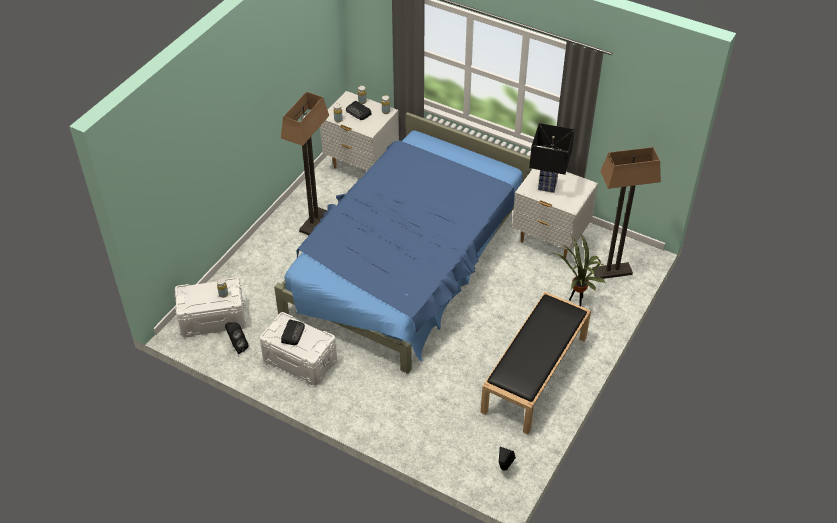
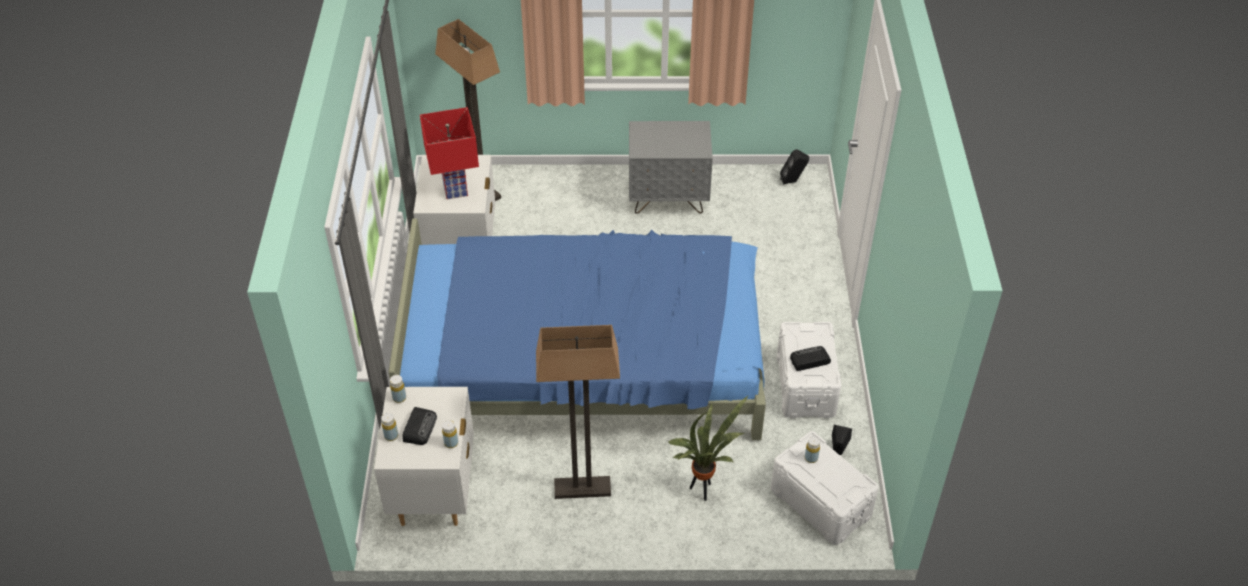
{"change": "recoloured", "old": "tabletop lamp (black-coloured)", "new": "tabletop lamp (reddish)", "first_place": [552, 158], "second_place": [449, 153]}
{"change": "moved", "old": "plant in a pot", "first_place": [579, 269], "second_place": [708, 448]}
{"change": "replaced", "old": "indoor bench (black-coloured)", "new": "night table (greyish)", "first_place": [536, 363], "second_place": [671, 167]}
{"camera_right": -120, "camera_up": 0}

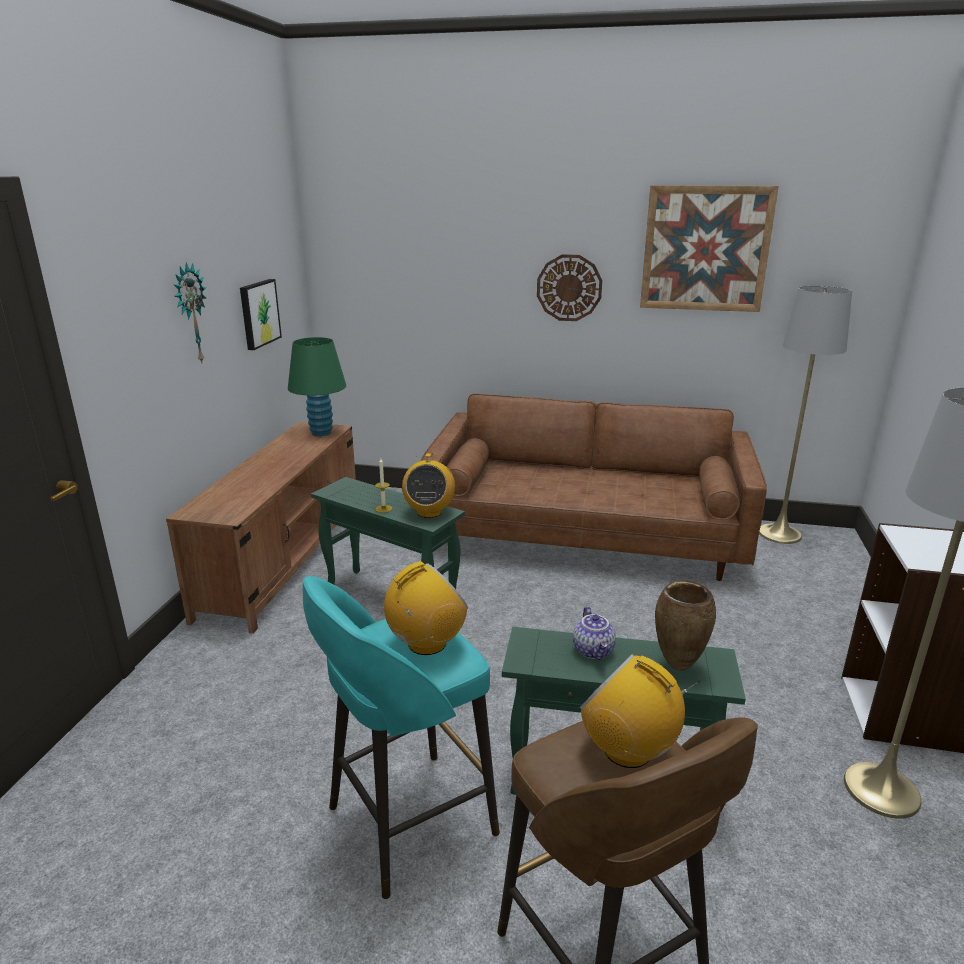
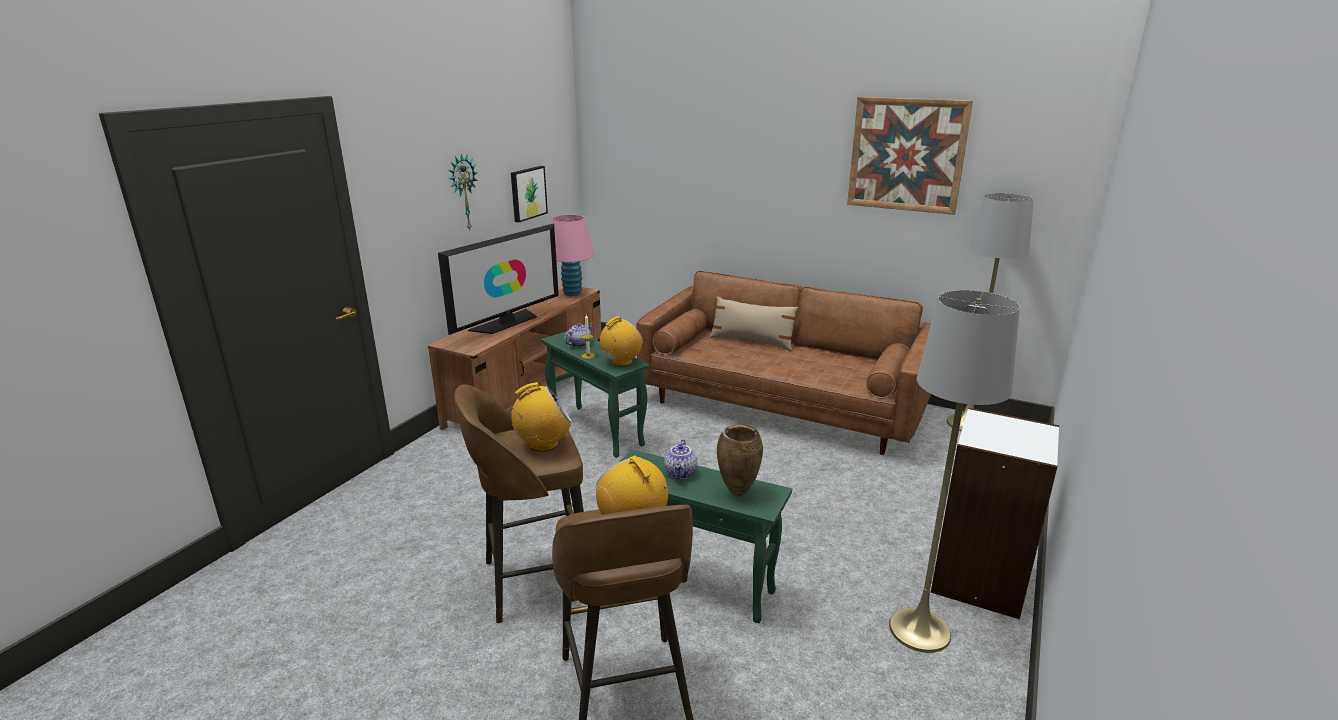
{"change": "removed", "old": "hanging clock", "first_place": [569, 287]}
{"change": "recoloured", "old": "tabletop lamp (greenish)", "new": "tabletop lamp (pink-coloured)", "first_place": [317, 386], "second_place": [572, 255]}
{"change": "turned", "old": "radio", "first_place": [428, 485], "second_place": [621, 341], "degrees": -150}
{"change": "recoloured", "old": "sitting stool (turquoise)", "new": "sitting stool (brownish)", "first_place": [401, 737], "second_place": [519, 503]}
{"change": "added", "new": "TV", "second_place": [498, 279]}
{"change": "added", "new": "throw pillow (beige-coloured)", "second_place": [754, 323]}
{"change": "added", "new": "teapot", "second_place": [578, 335]}
{"camera_right": 15, "camera_up": 0}

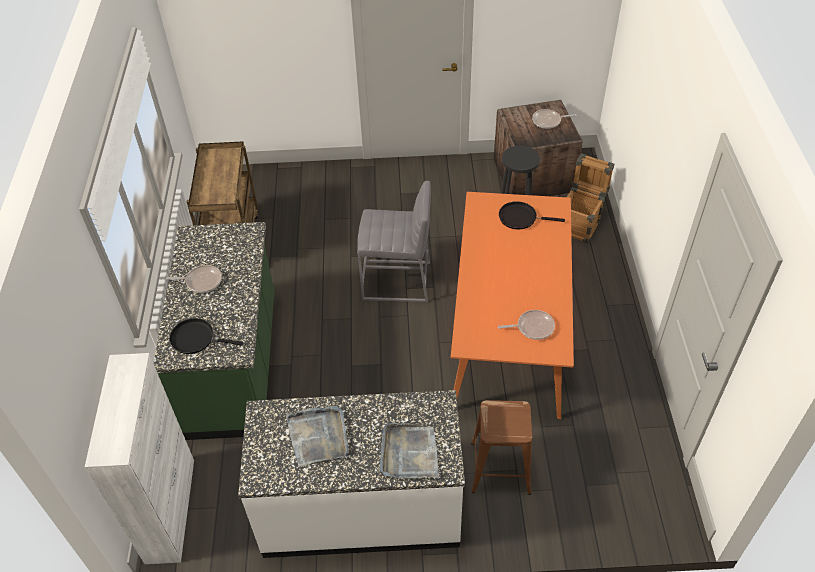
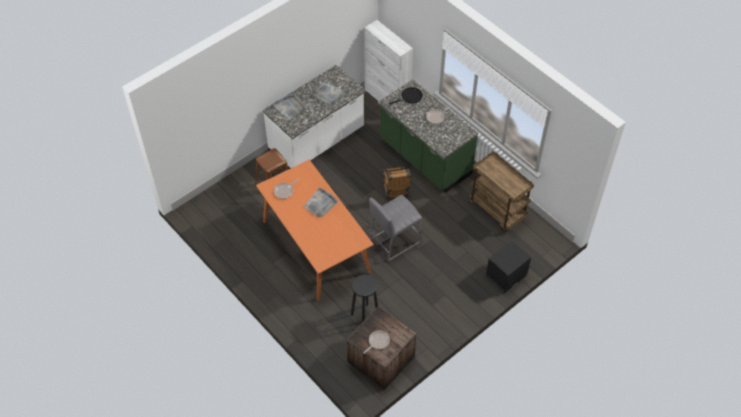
{"change": "moved", "old": "crate", "first_place": [590, 198], "second_place": [397, 182]}
{"change": "removed", "old": "skillet (black-coloured)", "first_place": [532, 215]}
{"change": "added", "new": "carrying tray (greyish)", "second_place": [321, 202]}
{"change": "added", "new": "night table (black-coloured)", "second_place": [508, 267]}
{"camera_right": 140, "camera_up": 5}

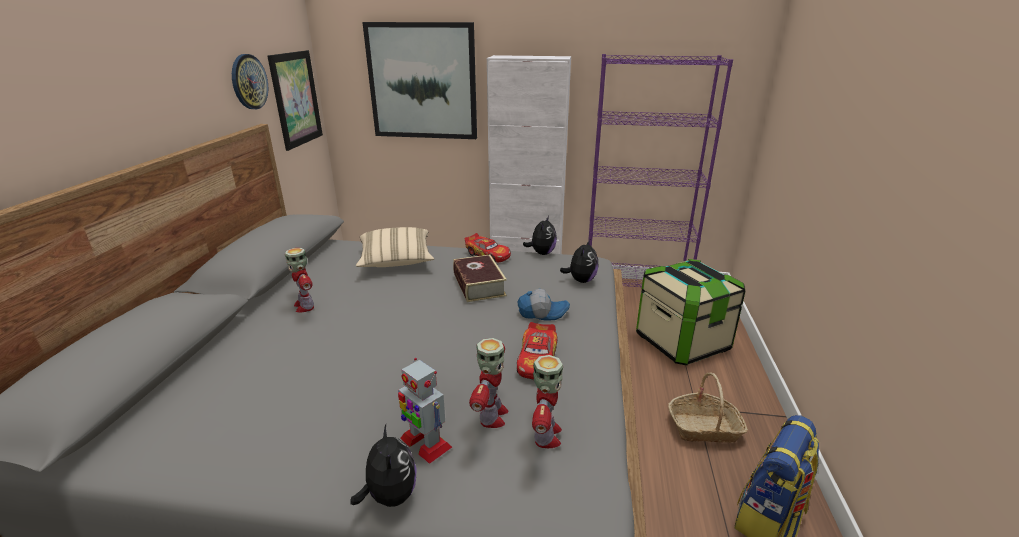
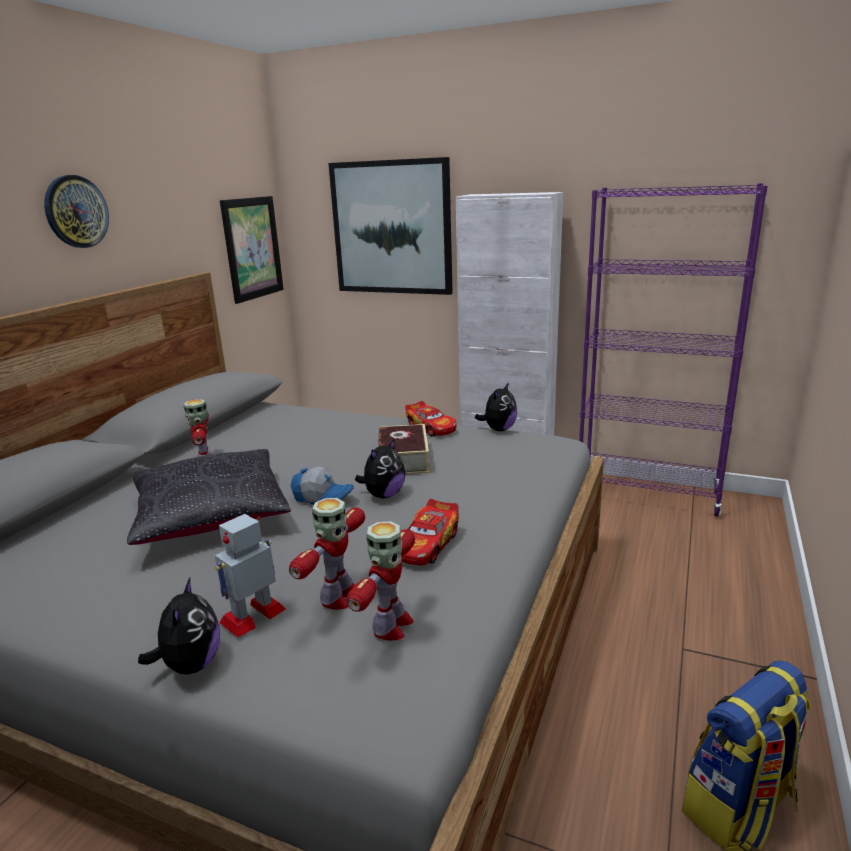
{"change": "moved", "old": "hanging clock", "first_place": [250, 81], "second_place": [76, 211]}
{"change": "removed", "old": "throw pillow (beige-coloured)", "first_place": [395, 247]}
{"change": "moved", "old": "soft toy", "first_place": [579, 260], "second_place": [380, 468]}
{"change": "removed", "old": "storage container", "first_place": [690, 312]}
{"change": "moved", "old": "cap", "first_place": [543, 305], "second_place": [322, 485]}
{"change": "turned", "old": "model robot", "first_place": [425, 411], "second_place": [250, 576], "degrees": 75}
{"change": "removed", "old": "household basket", "first_place": [708, 408]}
{"change": "added", "new": "throw pillow (black-coloured)", "second_place": [209, 497]}
{"camera_right": 15, "camera_up": -5}

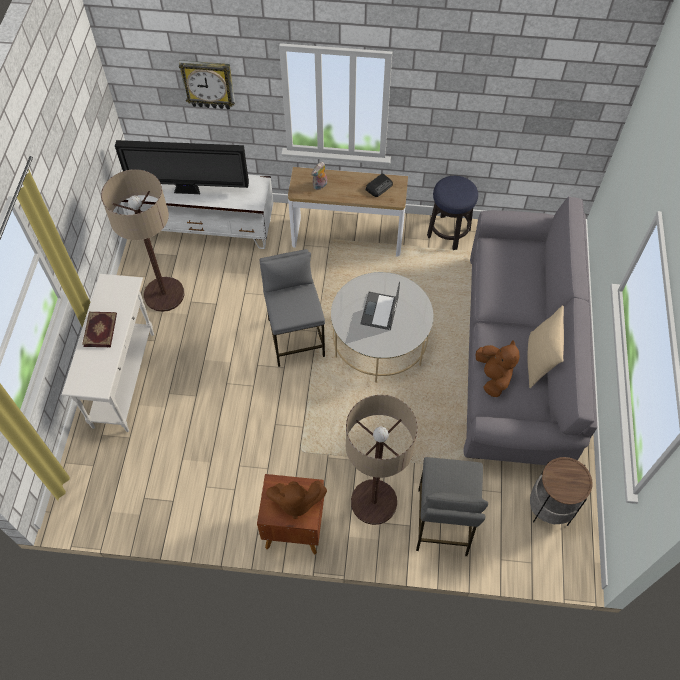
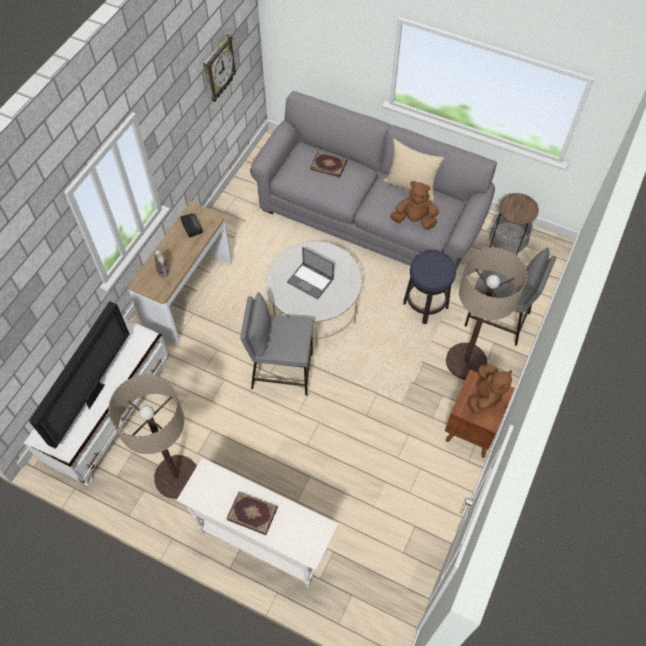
{"change": "moved", "old": "hanging clock", "first_place": [207, 85], "second_place": [220, 68]}
{"change": "moved", "old": "sitting stool", "first_place": [452, 213], "second_place": [429, 287]}
{"change": "added", "new": "volume", "second_place": [328, 164]}
{"camera_right": -70, "camera_up": 0}

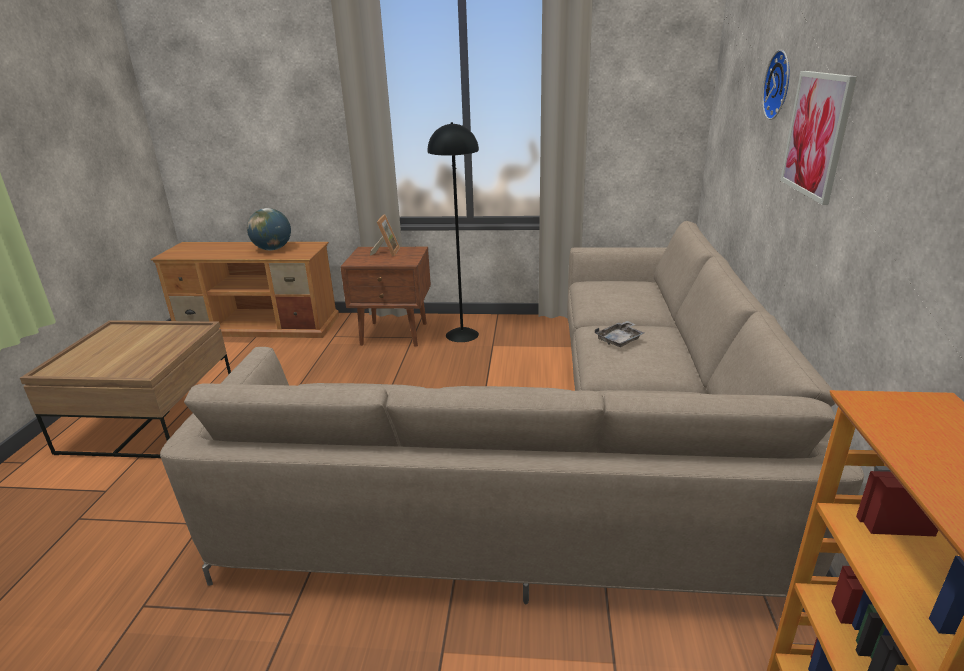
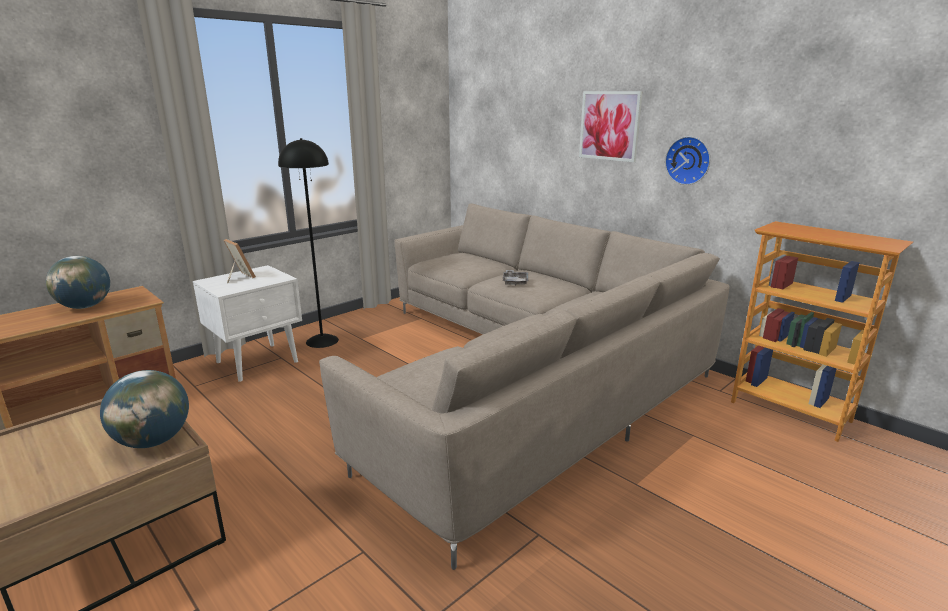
{"change": "moved", "old": "hanging clock", "first_place": [776, 85], "second_place": [687, 160]}
{"change": "recoloured", "old": "night table (brownish)", "new": "night table (whitish)", "first_place": [385, 297], "second_place": [247, 323]}
{"change": "added", "new": "desk globe", "second_place": [144, 409]}
{"camera_right": -50, "camera_up": -5}

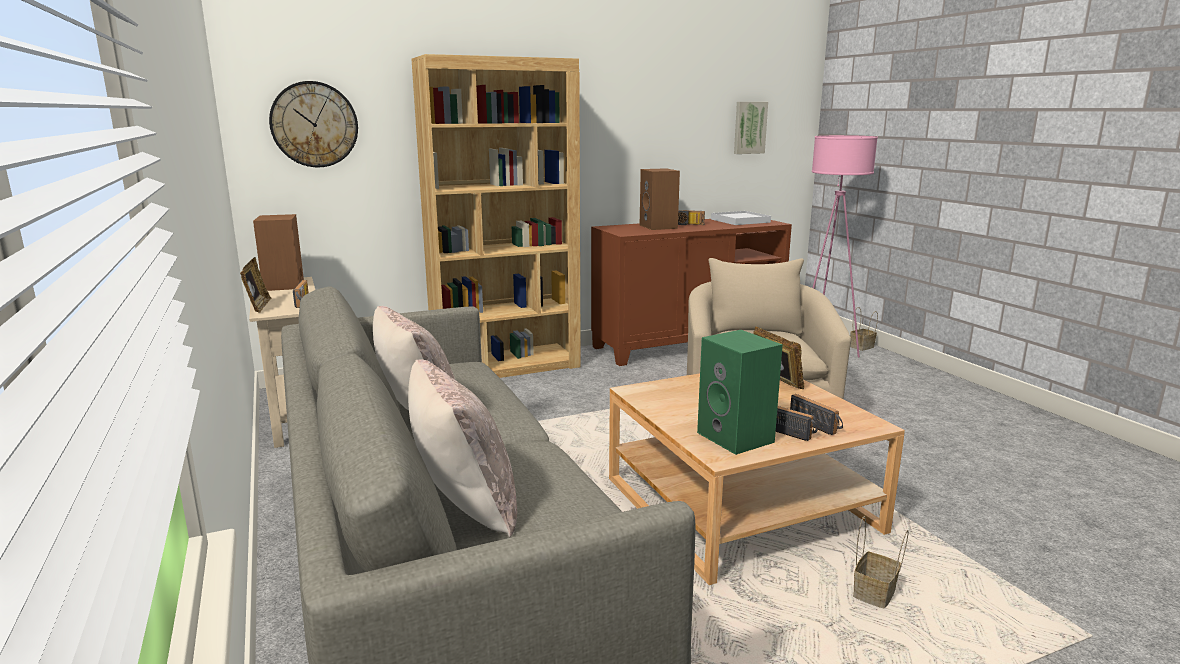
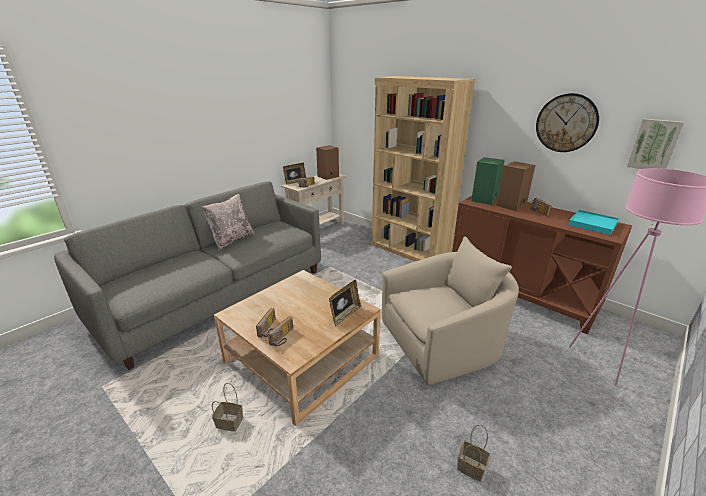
{"change": "moved", "old": "hanging clock", "first_place": [313, 124], "second_place": [567, 122]}
{"change": "recoloured", "old": "carrying tray (whitish)", "new": "carrying tray (turquoise)", "first_place": [741, 218], "second_place": [593, 222]}
{"change": "moved", "old": "household basket", "first_place": [864, 329], "second_place": [473, 453]}
{"change": "moved", "old": "loudspeaker (greenish)", "first_place": [740, 392], "second_place": [488, 181]}
{"change": "removed", "old": "throw pillow (beige-coloured)", "first_place": [462, 448]}
{"camera_right": 65, "camera_up": 10}

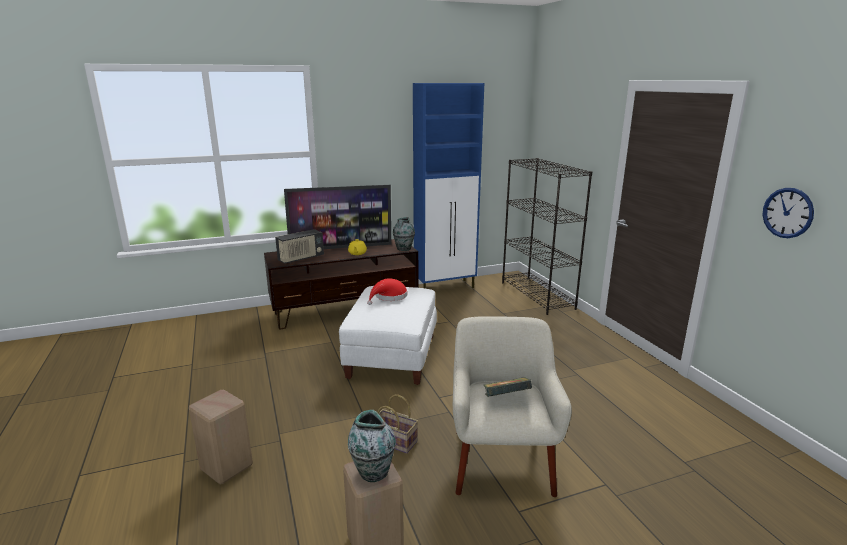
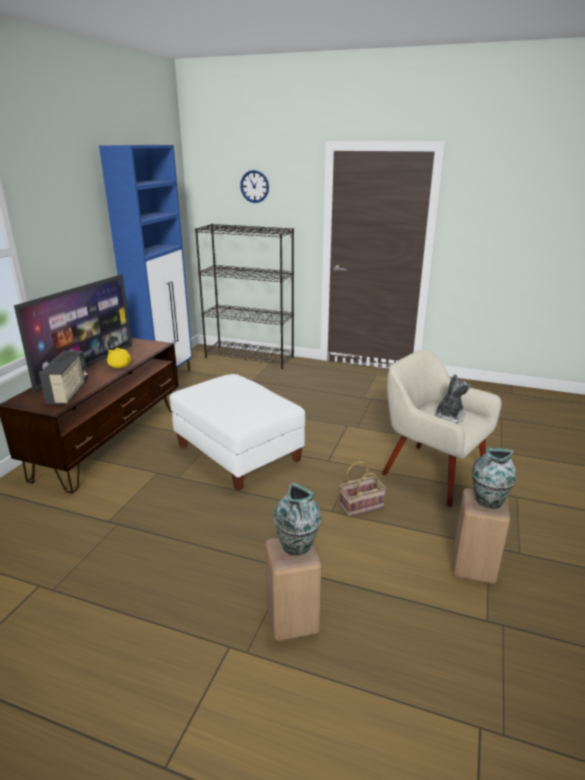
{"change": "moved", "old": "hanging clock", "first_place": [788, 213], "second_place": [254, 186]}
{"change": "moved", "old": "vase", "first_place": [404, 234], "second_place": [297, 518]}
{"change": "removed", "old": "clothing hat (reddish)", "first_place": [387, 291]}
{"change": "replaced", "old": "volume", "new": "soft toy", "first_place": [508, 387], "second_place": [453, 398]}
{"camera_right": -50, "camera_up": 5}

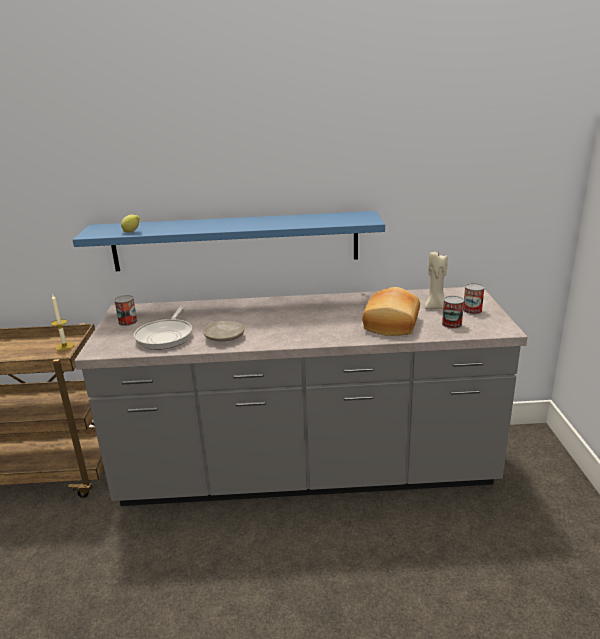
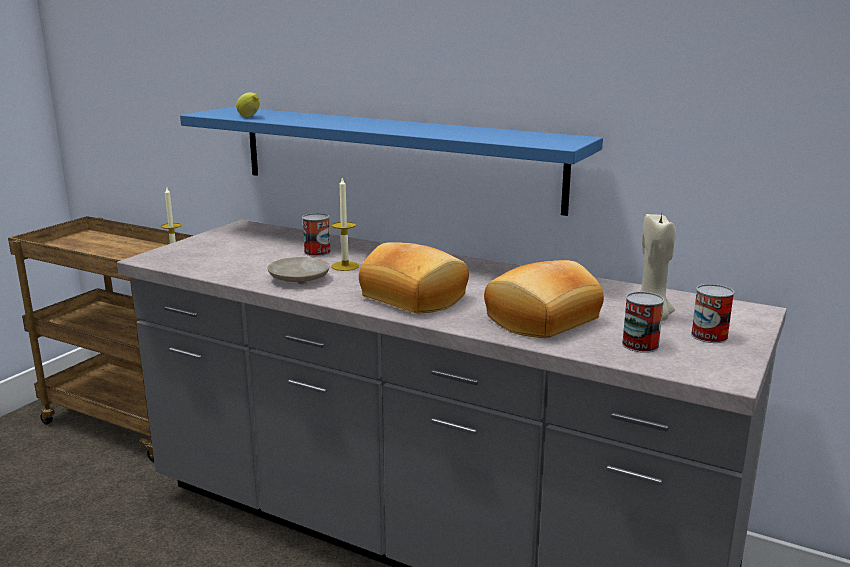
{"change": "moved", "old": "can", "first_place": [125, 310], "second_place": [316, 234]}
{"change": "removed", "old": "skillet", "first_place": [163, 328]}
{"change": "added", "new": "candle", "second_place": [345, 223]}
{"change": "added", "new": "baked bread", "second_place": [414, 277]}
{"camera_right": 30, "camera_up": -5}

